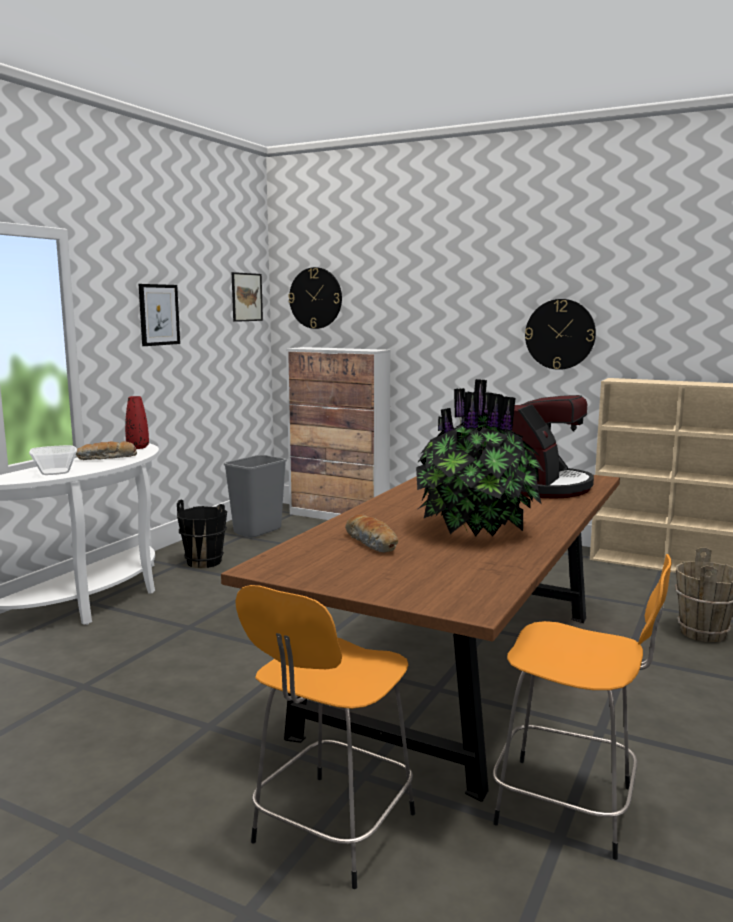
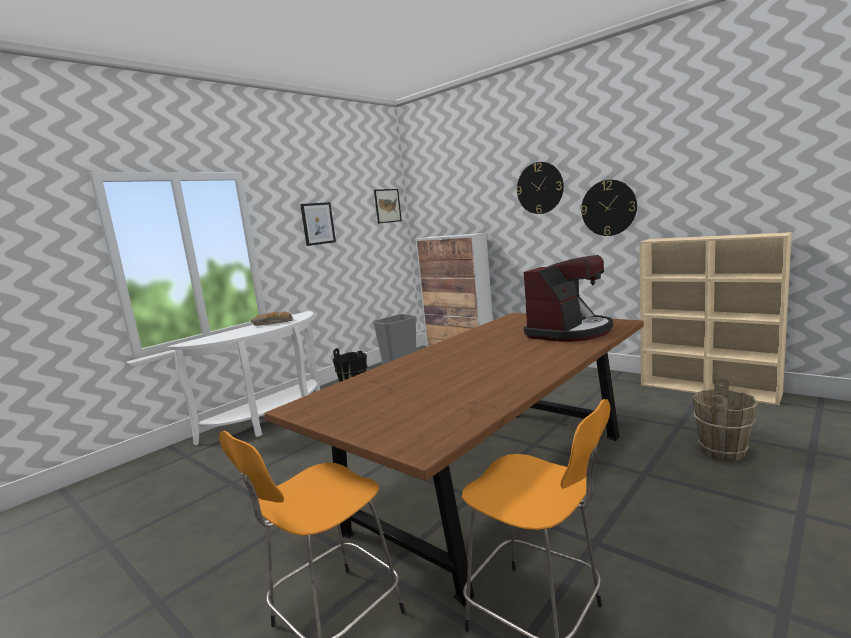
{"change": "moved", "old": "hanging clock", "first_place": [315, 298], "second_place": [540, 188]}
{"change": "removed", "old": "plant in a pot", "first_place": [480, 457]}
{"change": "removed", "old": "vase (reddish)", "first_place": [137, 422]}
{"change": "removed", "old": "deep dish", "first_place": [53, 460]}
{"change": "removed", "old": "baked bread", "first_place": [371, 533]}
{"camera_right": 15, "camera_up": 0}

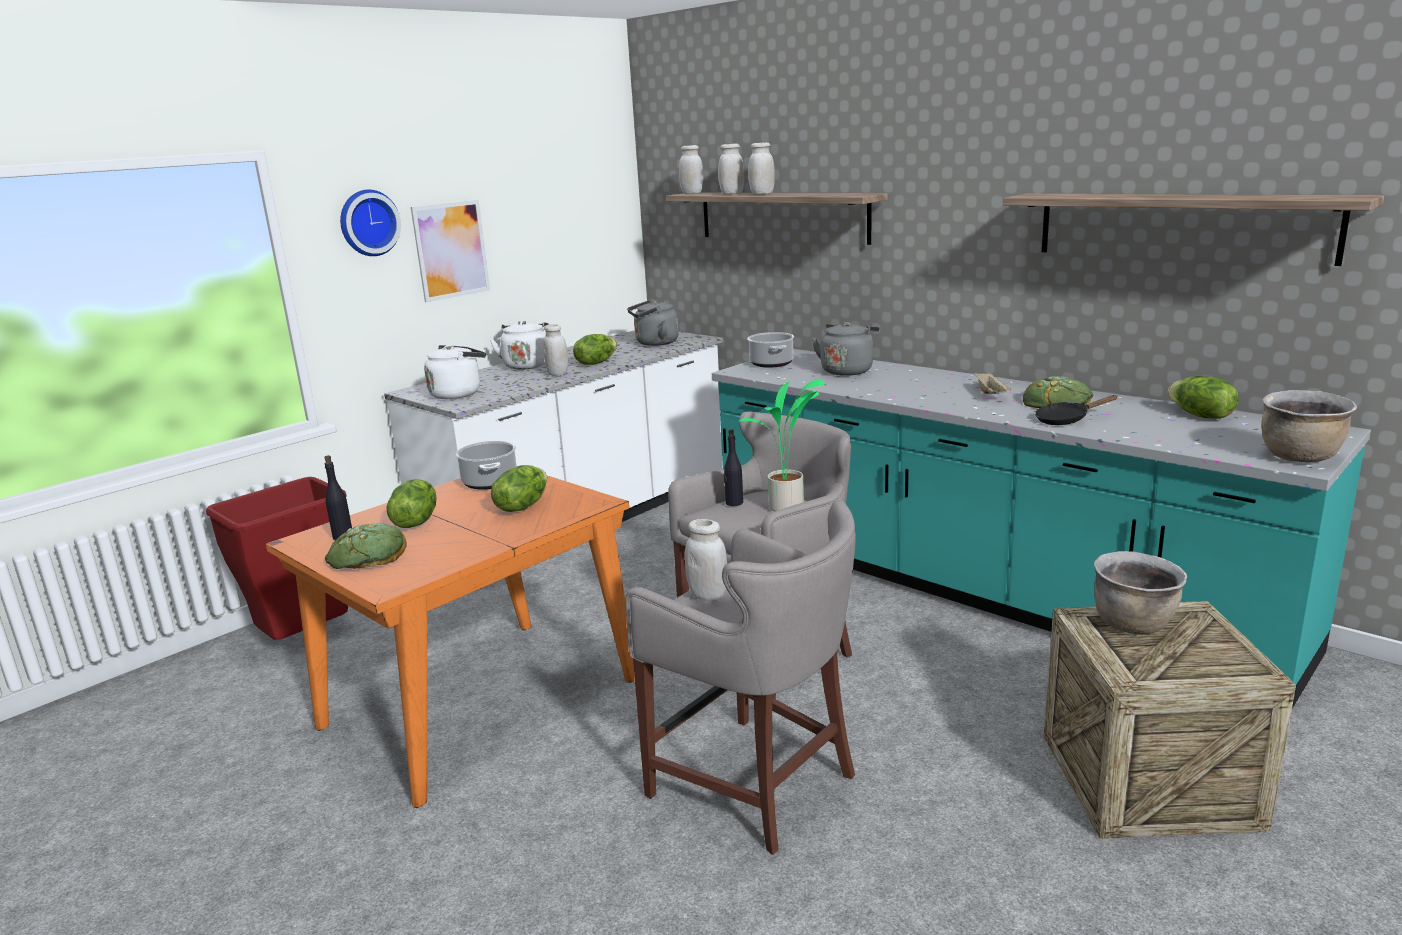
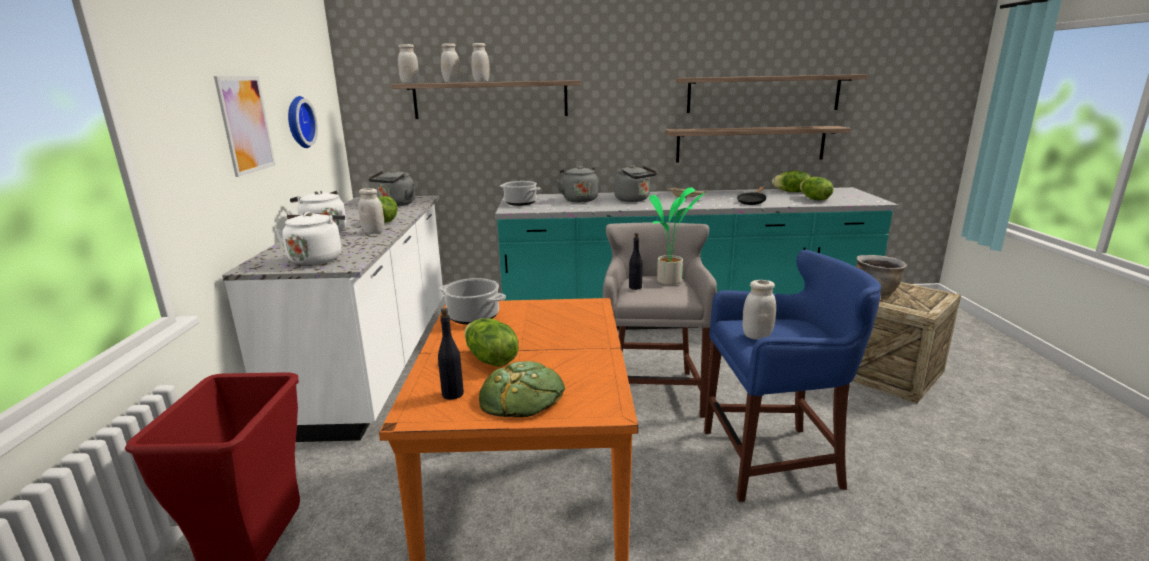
{"change": "moved", "old": "hanging clock", "first_place": [370, 223], "second_place": [303, 122]}
{"change": "removed", "old": "baked bread", "first_place": [1058, 392]}
{"change": "removed", "old": "cooking pot (brownish)", "first_place": [1309, 426]}
{"change": "moved", "old": "head of lettuce", "first_place": [519, 488], "second_place": [816, 188]}
{"change": "recoloured", "old": "sitting stool (greyish)", "new": "sitting stool (blue)", "first_place": [740, 677], "second_place": [792, 376]}
{"change": "added", "new": "wall shelf", "second_place": [758, 144]}
{"change": "added", "new": "water kettle (greyish)", "second_place": [635, 183]}
{"camera_right": -45, "camera_up": 0}

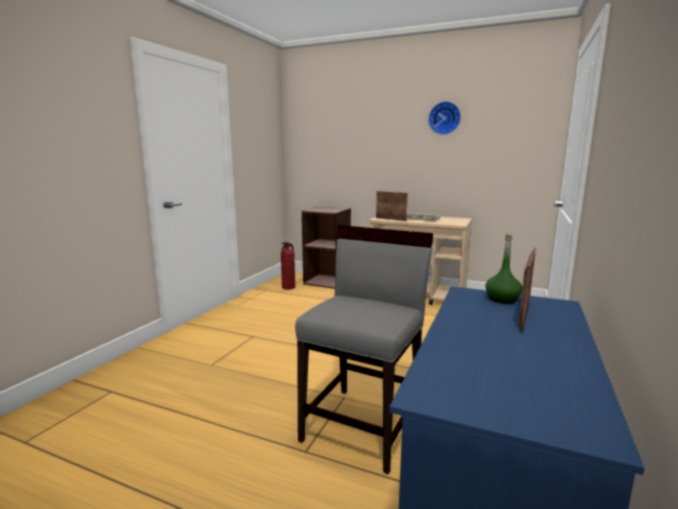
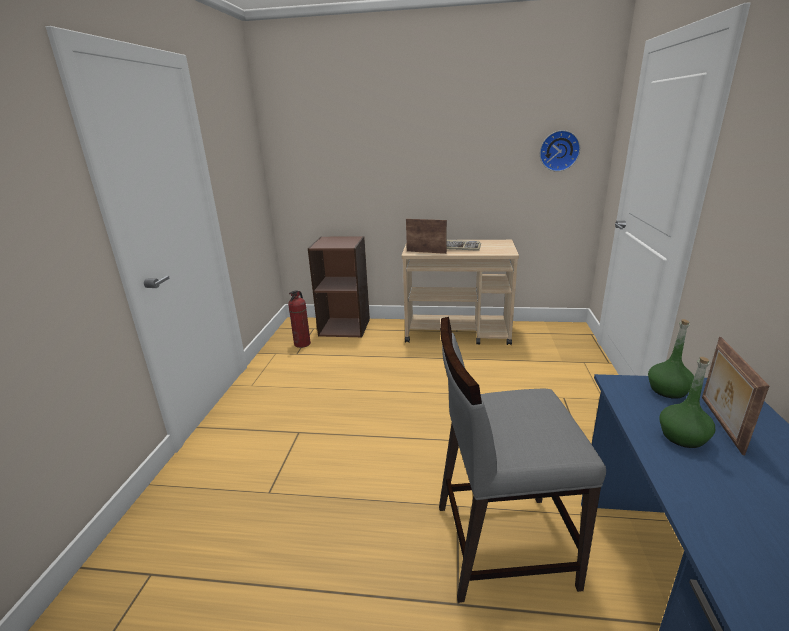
{"change": "moved", "old": "hanging clock", "first_place": [444, 118], "second_place": [560, 151]}
{"change": "turned", "old": "chair (greyish)", "first_place": [364, 349], "second_place": [522, 460], "degrees": -105}
{"change": "added", "new": "bottle (greenish)", "second_place": [687, 402]}
{"camera_right": -15, "camera_up": 10}

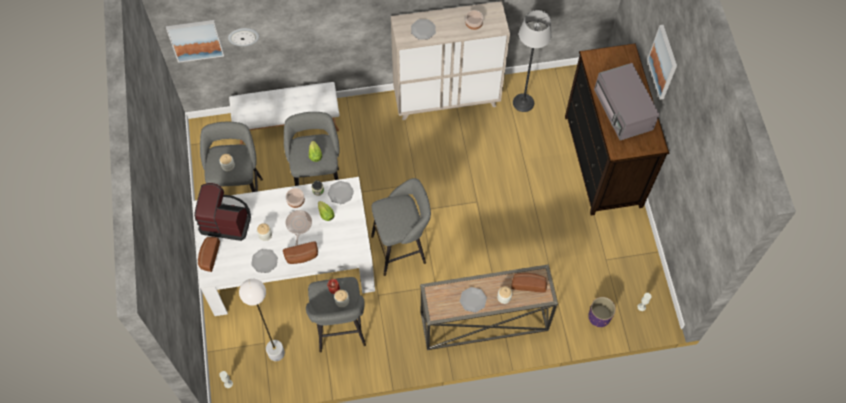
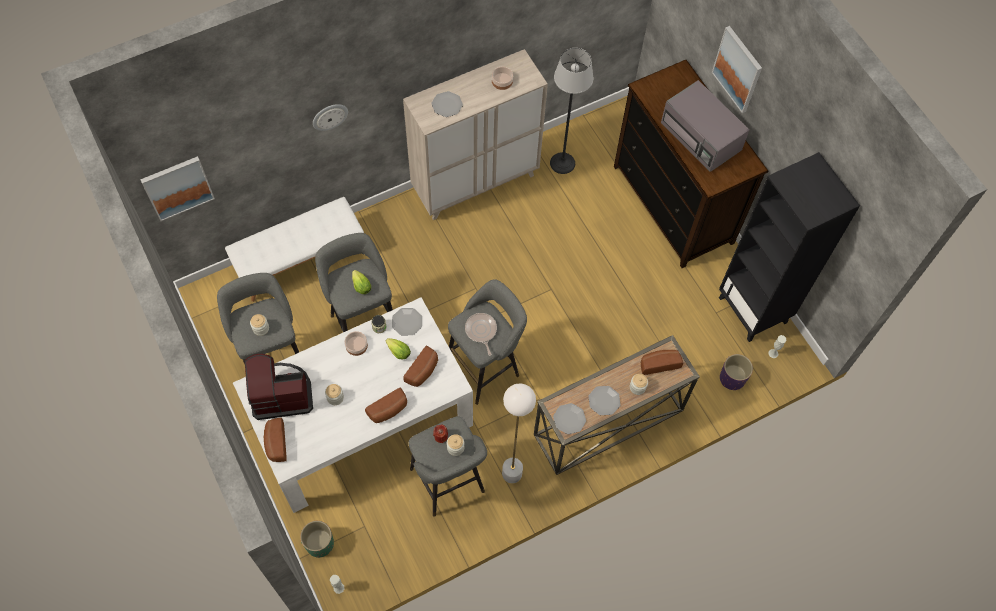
{"change": "moved", "old": "hanging clock", "first_place": [243, 37], "second_place": [330, 117]}
{"change": "moved", "old": "skillet", "first_place": [299, 228], "second_place": [481, 334]}
{"change": "moved", "old": "dinner plate", "first_place": [264, 261], "second_place": [569, 418]}
{"change": "moved", "old": "standing lamp (whitish)", "first_place": [262, 320], "second_place": [519, 433]}
{"change": "added", "new": "shelving unit (black-coloured)", "second_place": [789, 247]}
{"change": "added", "new": "baked bread", "second_place": [420, 366]}
{"change": "added", "new": "planter (greenish)", "second_place": [317, 539]}
{"camera_right": -20, "camera_up": 0}

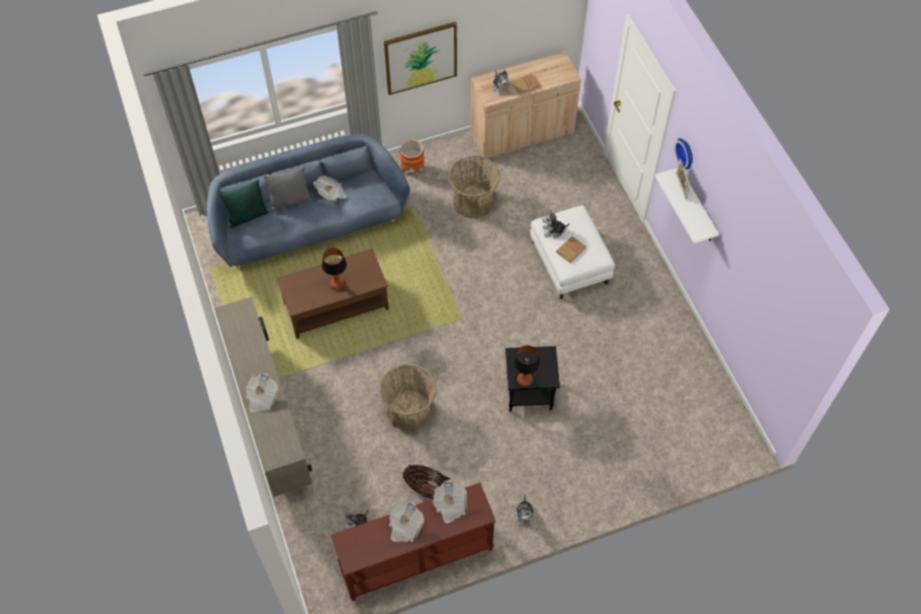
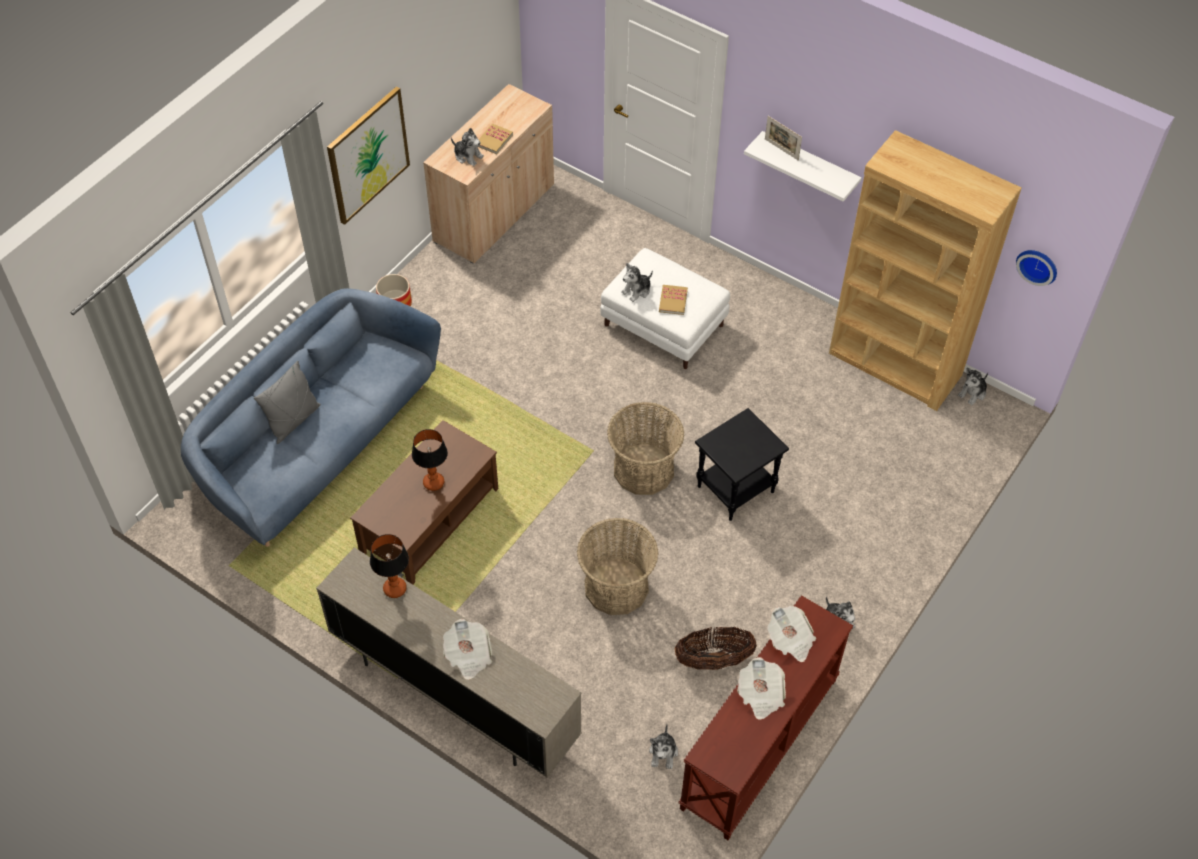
{"change": "moved", "old": "hanging clock", "first_place": [683, 153], "second_place": [1036, 268]}
{"change": "moved", "old": "household basket", "first_place": [474, 187], "second_place": [645, 448]}
{"change": "removed", "old": "newspaper", "first_place": [330, 188]}
{"change": "removed", "old": "throw pillow (greenish)", "first_place": [244, 204]}
{"change": "moved", "old": "tabletop lamp", "first_place": [526, 366], "second_place": [389, 566]}
{"change": "added", "new": "shelving unit (brownish)", "second_place": [925, 270]}
{"change": "added", "new": "soft toy", "second_place": [973, 386]}
{"camera_right": -35, "camera_up": -5}

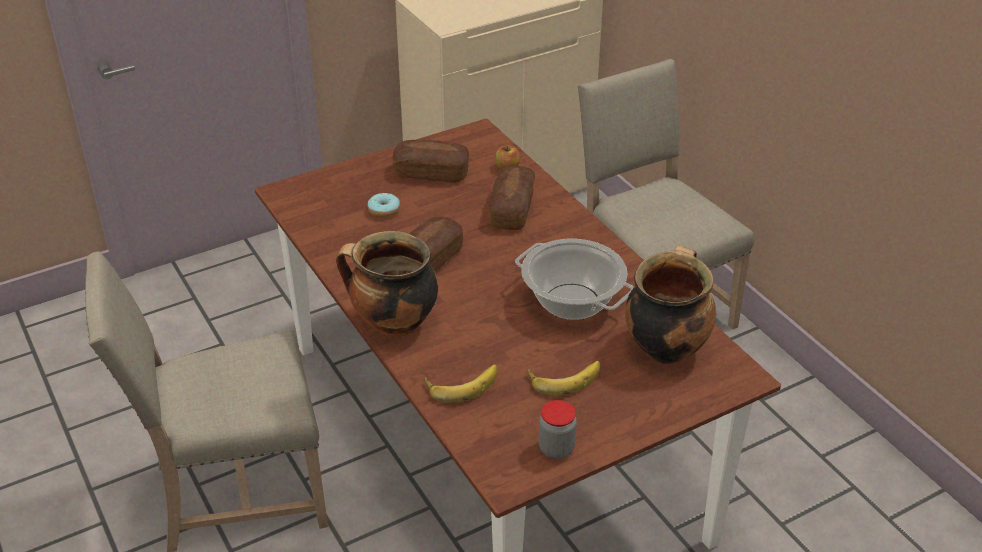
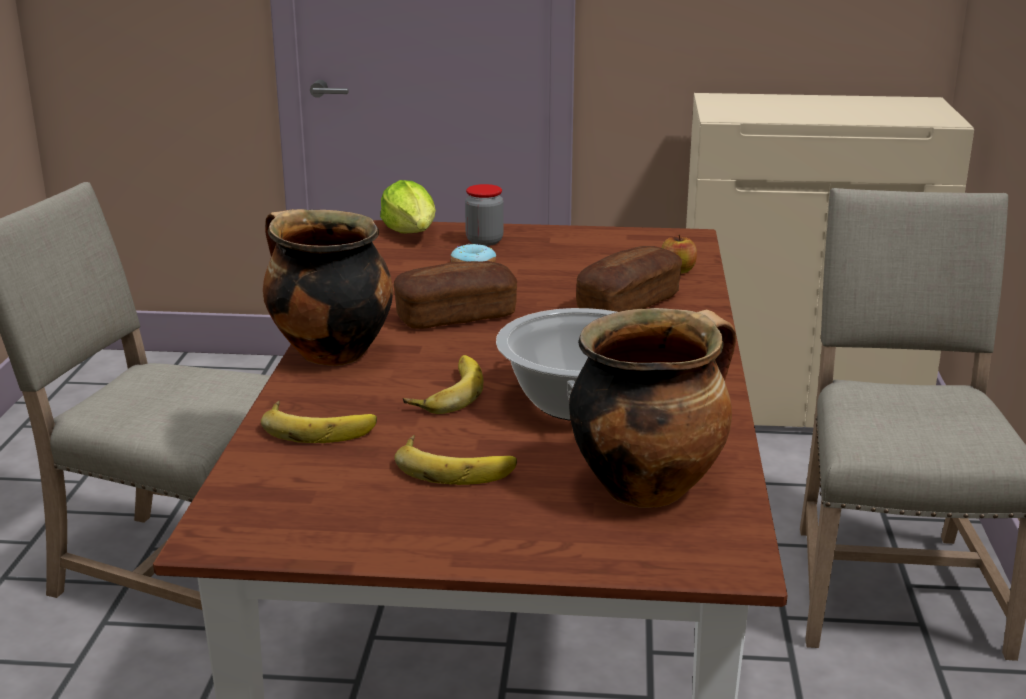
{"change": "removed", "old": "baked bread", "first_place": [430, 161]}
{"change": "moved", "old": "preserve jar", "first_place": [558, 429], "second_place": [484, 215]}
{"change": "added", "new": "head of lettuce", "second_place": [408, 206]}
{"change": "added", "new": "banana", "second_place": [443, 384]}
{"camera_right": 35, "camera_up": -15}

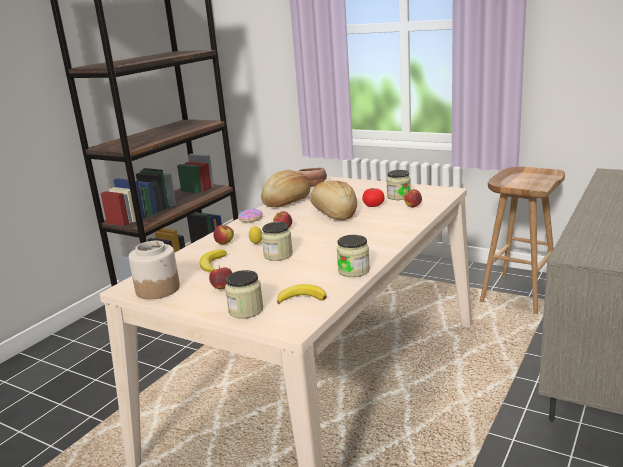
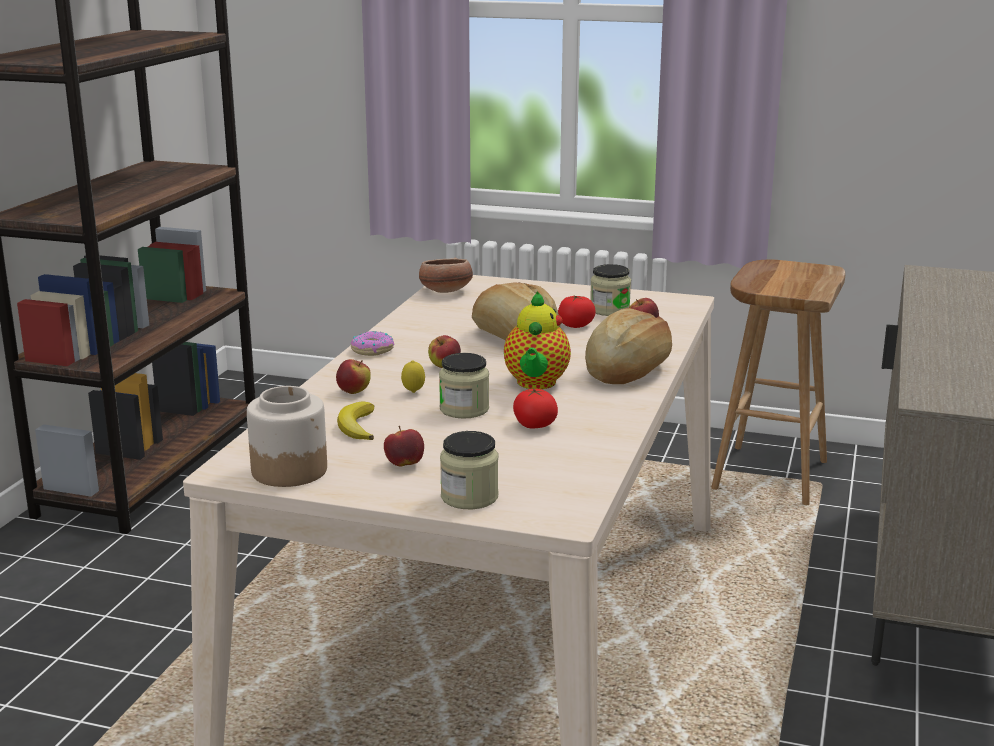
{"change": "moved", "old": "baked bread", "first_place": [286, 188], "second_place": [628, 346]}
{"change": "removed", "old": "preserve jar", "first_place": [353, 256]}
{"change": "removed", "old": "banana", "first_place": [301, 294]}
{"change": "added", "new": "teapot", "second_place": [537, 340]}
{"change": "added", "new": "fresh tomato", "second_place": [535, 407]}
{"camera_right": -15, "camera_up": 0}

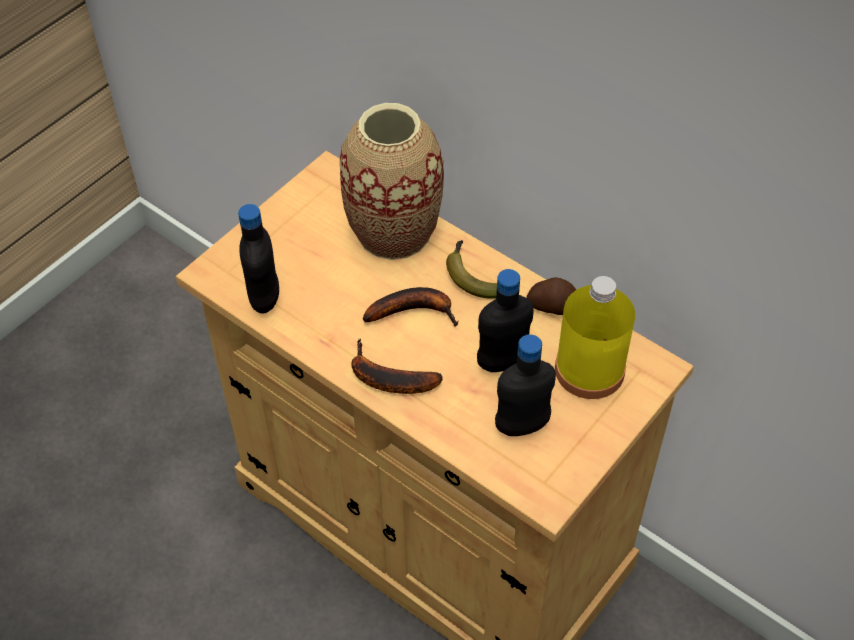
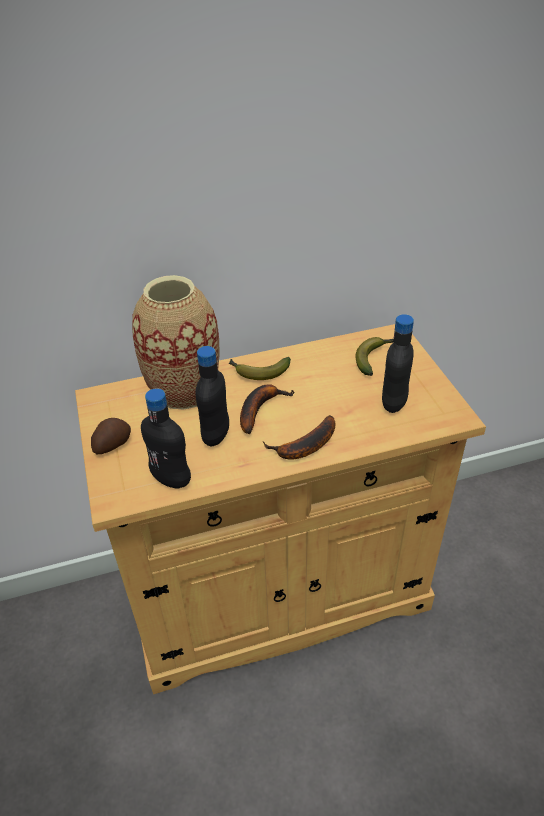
{"change": "moved", "old": "bottle (black-coloured)", "first_place": [505, 320], "second_place": [212, 396]}
{"change": "replaced", "old": "bottle (yellowish)", "new": "banana", "first_place": [595, 337], "second_place": [374, 356]}
{"change": "moved", "old": "whole potato", "first_place": [551, 296], "second_place": [111, 436]}
{"camera_right": -55, "camera_up": -10}

